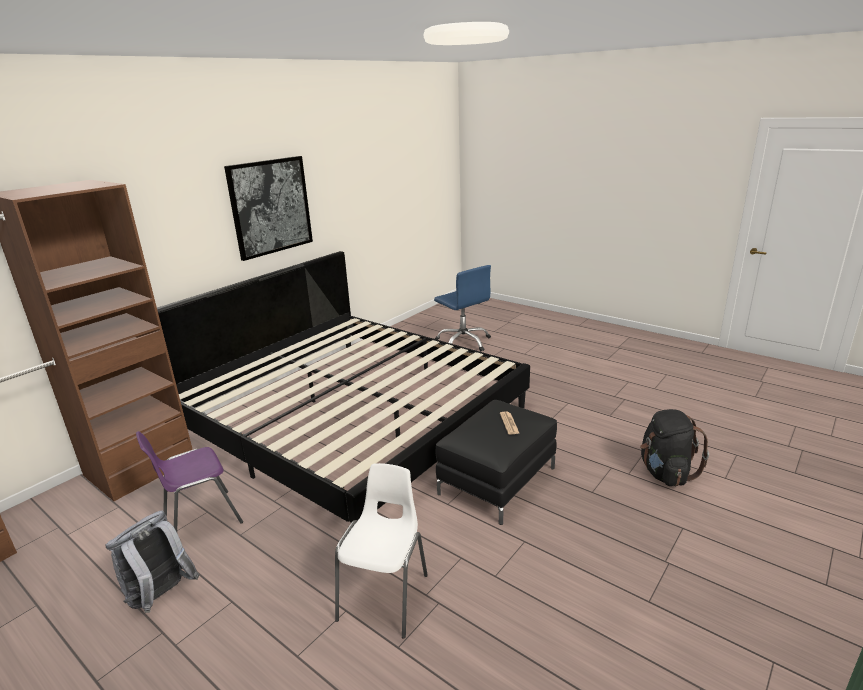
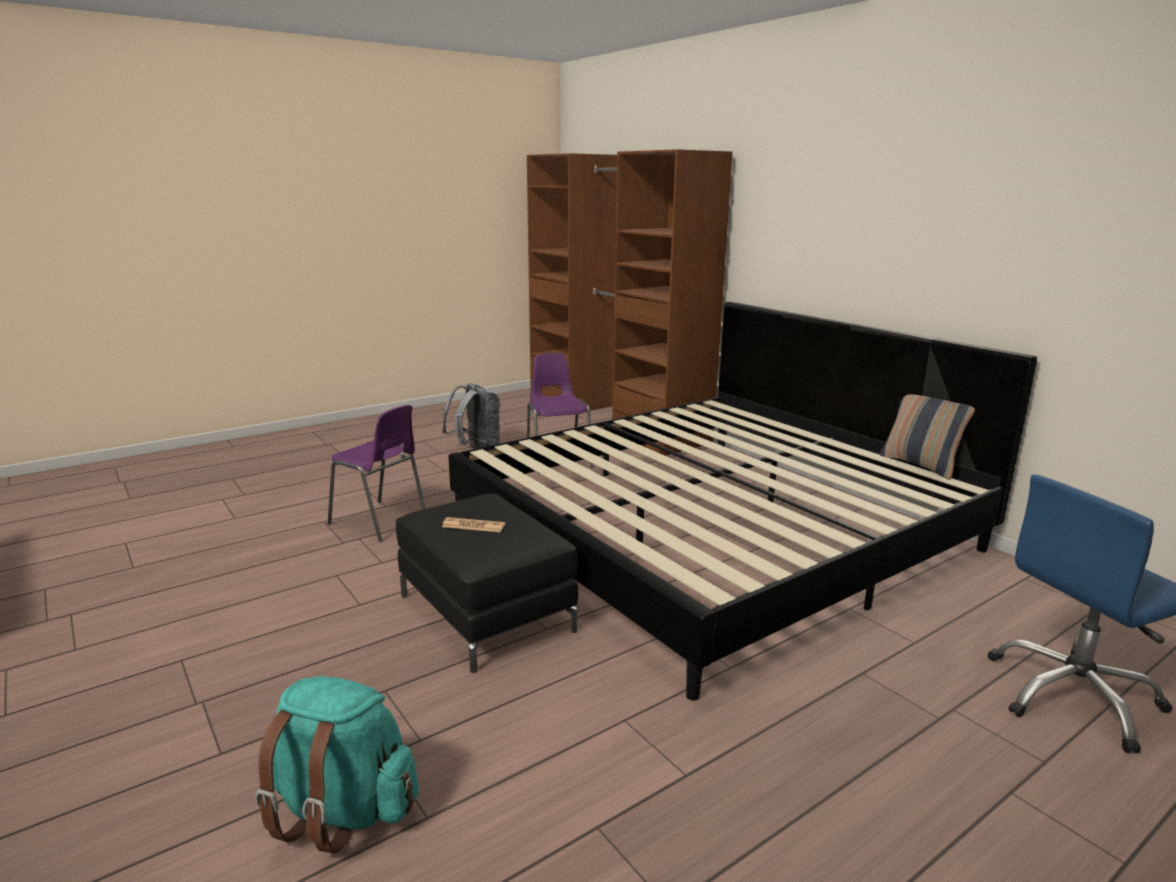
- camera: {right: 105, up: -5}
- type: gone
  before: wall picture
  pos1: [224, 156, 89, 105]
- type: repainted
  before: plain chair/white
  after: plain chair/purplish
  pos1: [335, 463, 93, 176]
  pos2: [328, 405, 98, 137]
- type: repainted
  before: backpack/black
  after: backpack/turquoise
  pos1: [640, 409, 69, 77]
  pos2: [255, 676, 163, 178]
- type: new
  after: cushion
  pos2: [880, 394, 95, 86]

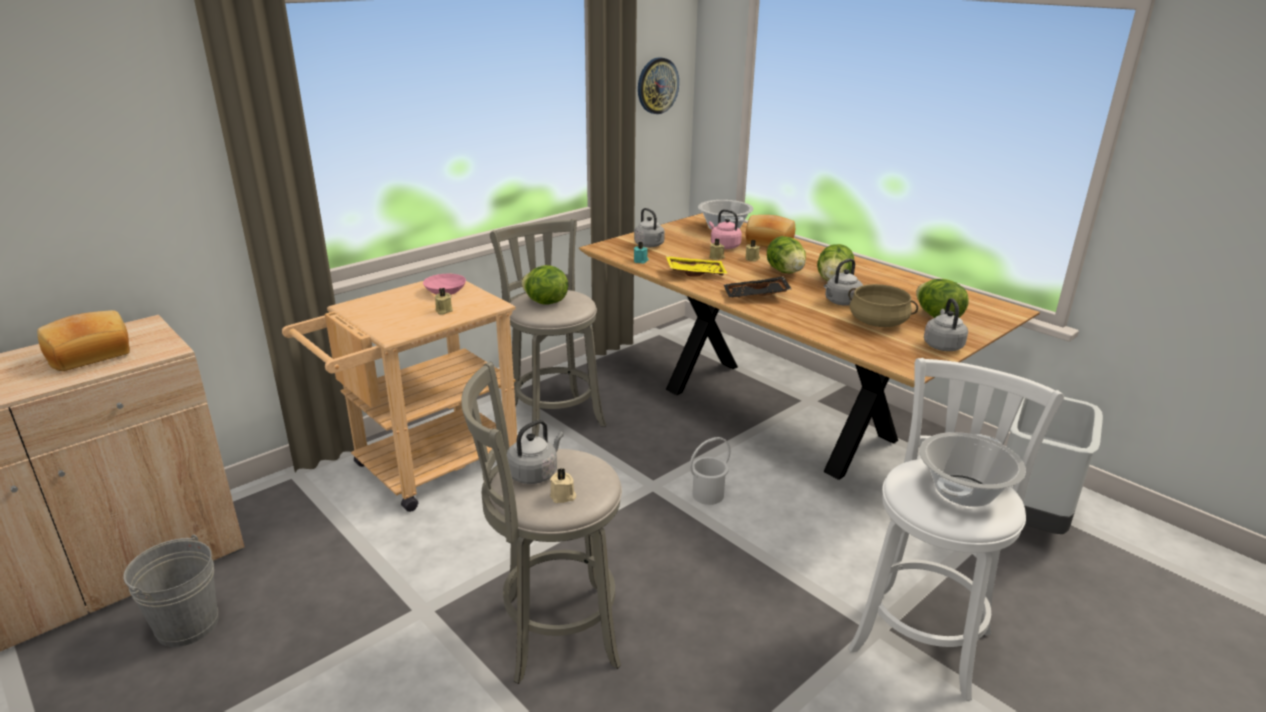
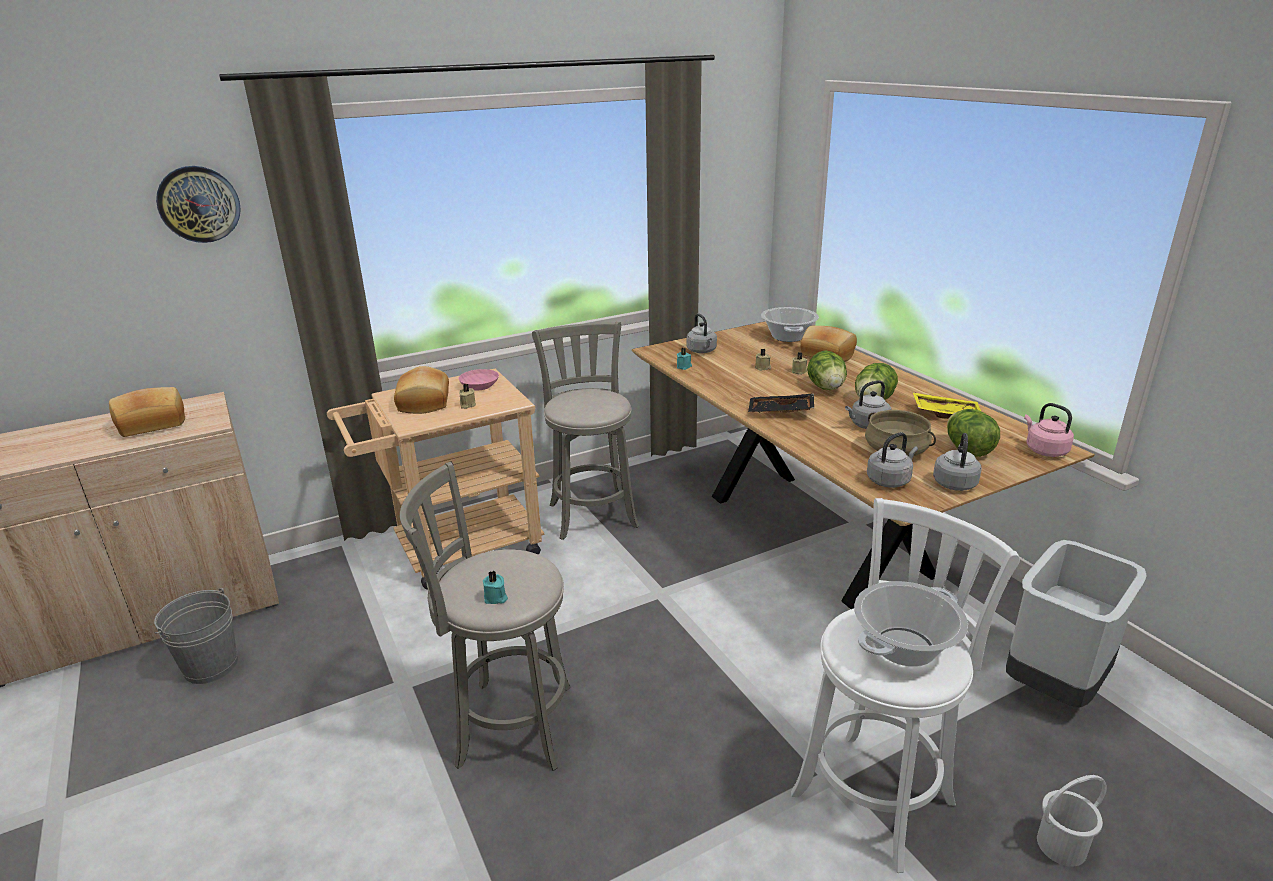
- camera: {right: 15, up: 0}
- type: shifted
  before: kettle/grey
  pos1: [507, 420, 57, 64]
  pos2: [867, 432, 51, 56]
- type: gone
  before: lettuce head
  pos1: [521, 265, 47, 40]
- type: repainted
  before: wax light/beige
  after: wax light/turquoise
  pos1: [550, 468, 26, 35]
  pos2: [483, 571, 25, 33]
- type: shifted
  before: wall clock
  pos1: [638, 57, 41, 57]
  pos2: [156, 166, 85, 77]
- type: shifted
  before: tray/yellow-coloured
  pos1: [666, 256, 62, 21]
  pos2: [913, 392, 69, 27]
- type: shifted
  before: pail/white
  pos1: [690, 437, 41, 68]
  pos2: [1037, 775, 70, 91]
- type: shifted
  before: kettle/pink-coloured
  pos1: [709, 209, 33, 40]
  pos2: [1024, 403, 50, 54]
- type: new
  after: bakery bread
  pos2: [394, 366, 55, 48]

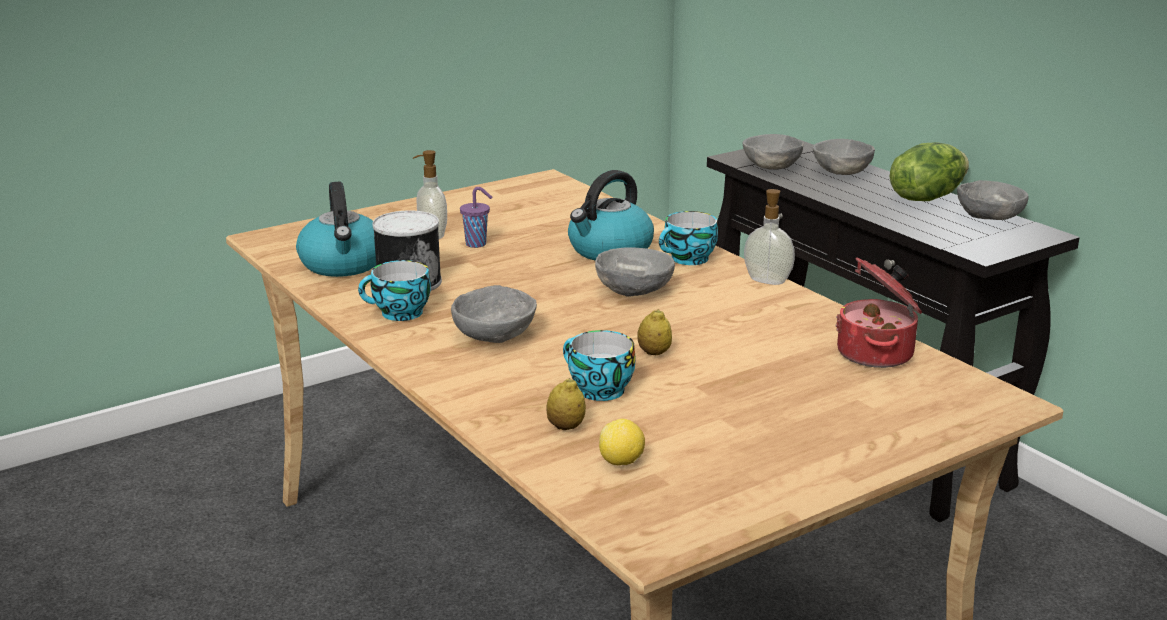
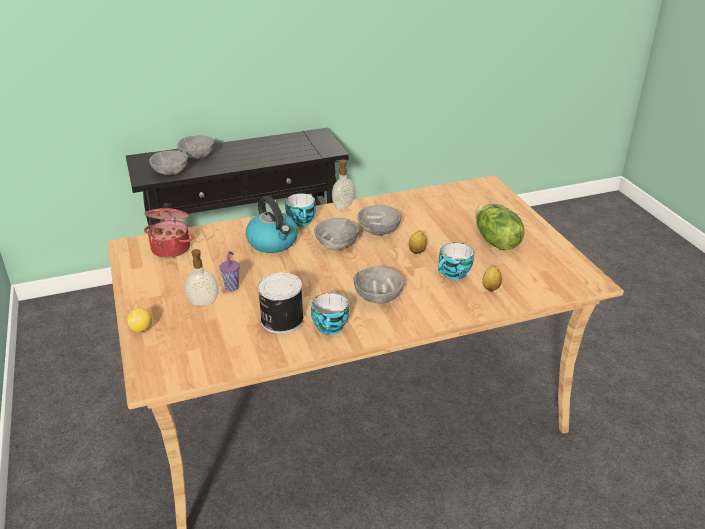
- camera: {right: -75, up: 10}
- type: gone
  before: kettle
  pos1: [296, 181, 80, 96]
- type: shifted
  before: lemon
  pos1: [599, 419, 46, 46]
  pos2: [127, 308, 25, 24]
- type: shifted
  before: stockpot
  pos1: [835, 257, 87, 111]
  pos2: [144, 203, 50, 55]
- type: shifted
  before: lettuce head
  pos1: [890, 142, 79, 59]
  pos2: [475, 204, 49, 46]
- type: shifted
  before: deep dish/grey
  pos1: [957, 180, 72, 40]
  pos2: [357, 205, 44, 31]

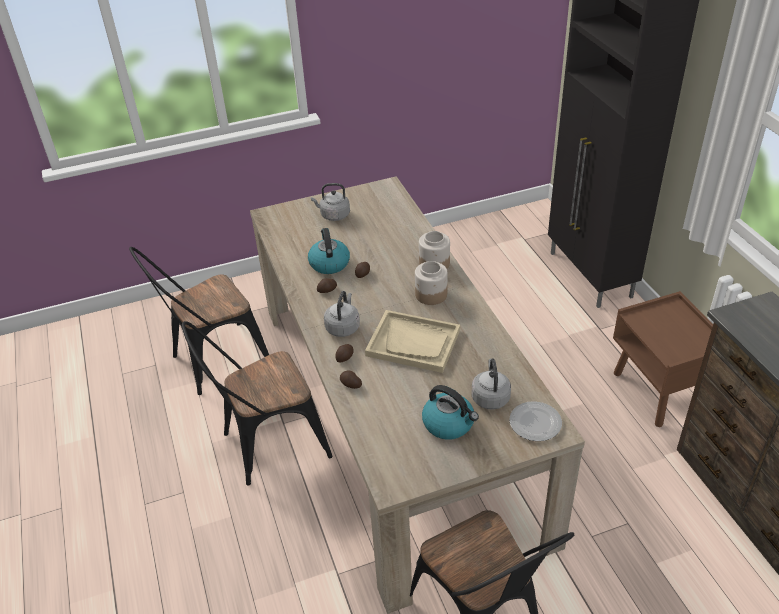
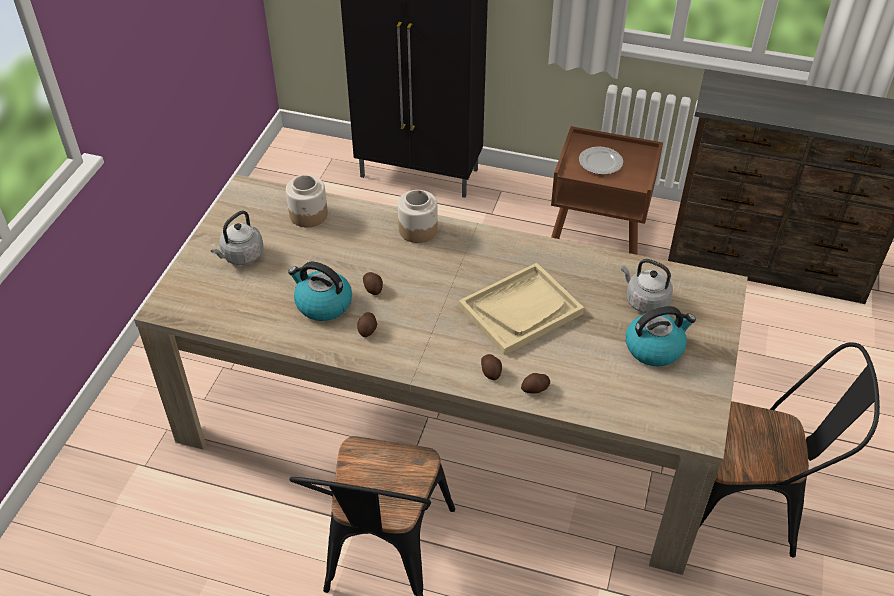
- camera: {right: -55, up: 5}
- type: gone
  before: plain chair/black
  pos1: [129, 247, 140, 148]
- type: gone
  before: kettle/grey
  pos1: [324, 291, 36, 46]
- type: shifted
  before: storage jar
  pos1: [415, 261, 33, 44]
  pos2: [286, 175, 42, 53]
- type: shifted
  before: dinner plate
  pos1: [509, 401, 53, 40]
  pos2: [579, 146, 44, 29]

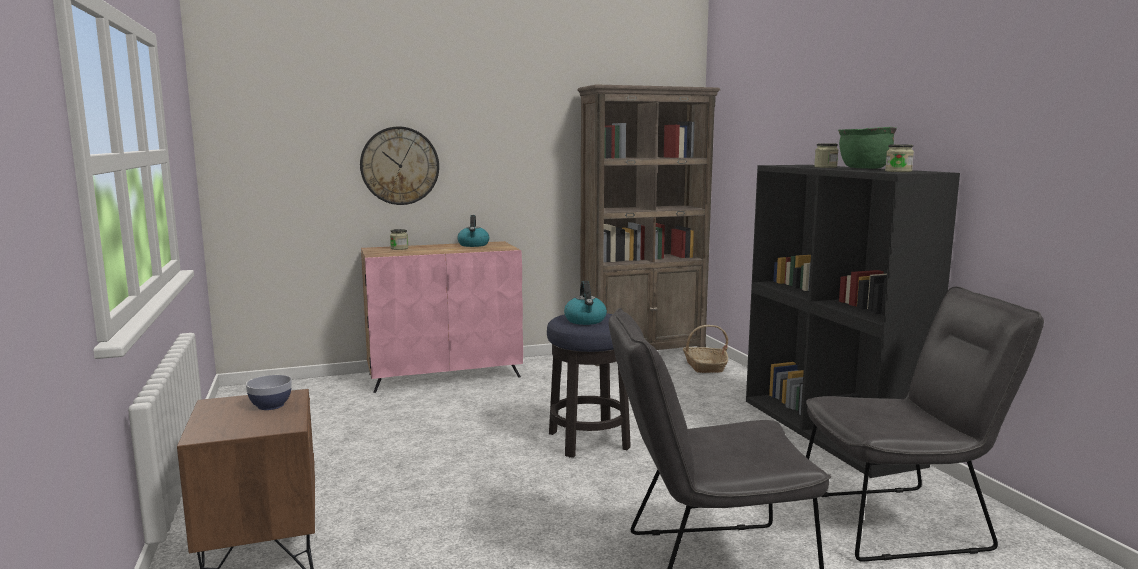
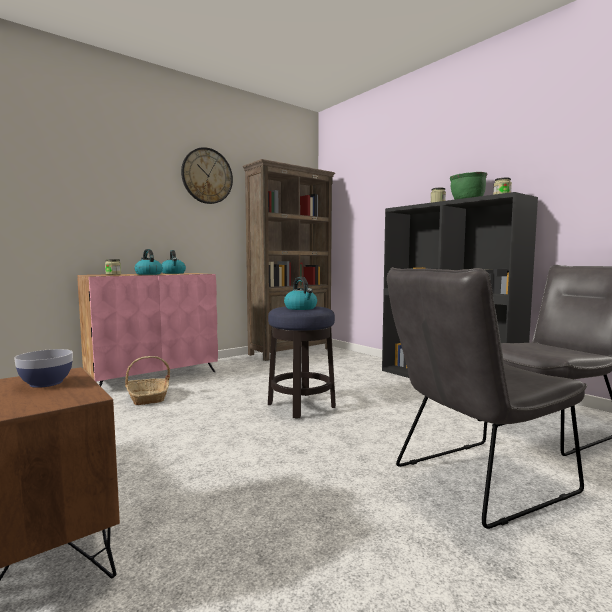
- camera: {right: -20, up: -5}
- type: shifted
  before: wall clock
  pos1: [360, 126, 79, 79]
  pos2: [181, 147, 52, 57]
- type: shifted
  before: household basket
  pos1: [683, 325, 45, 48]
  pos2: [125, 356, 45, 49]
- type: new
  after: kettle
  pos2: [134, 249, 29, 26]

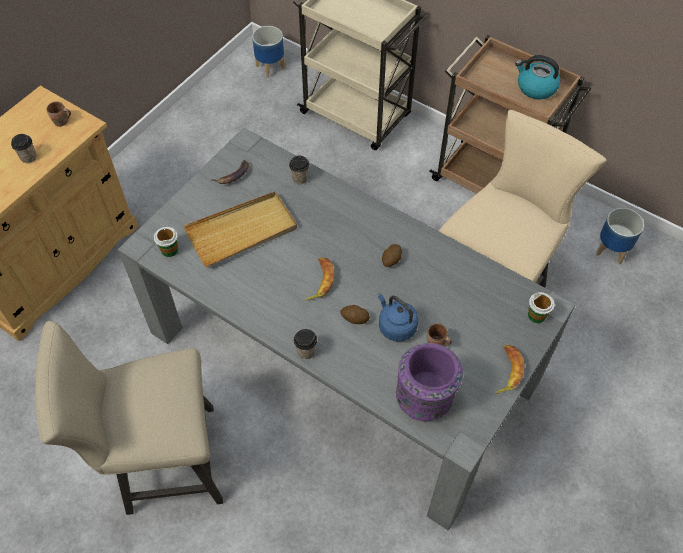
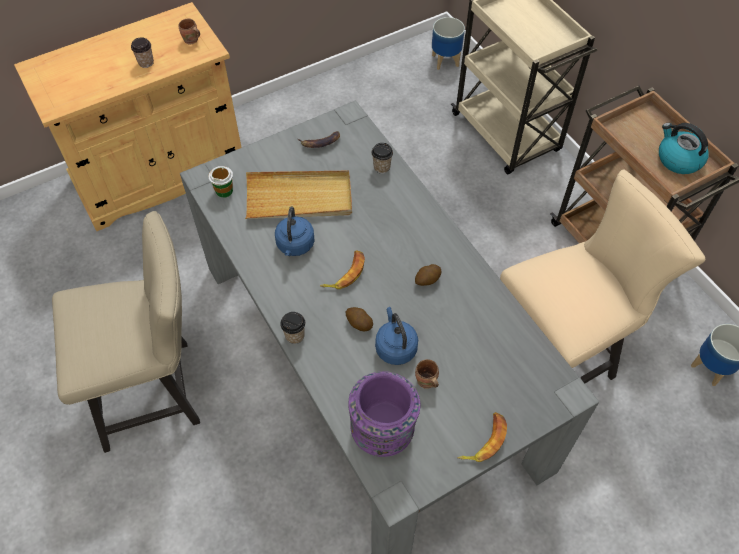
- camera: {right: 25, up: 0}
- type: rotated
  before: plain chair/beige
  pos1: [35, 321, 188, 194]
  pos2: [52, 211, 148, 242]
  turn: 150
- type: gone
  before: cup
  pos1: [528, 292, 27, 31]
- type: new
  after: kettle/blue
  pos2: [275, 207, 40, 49]

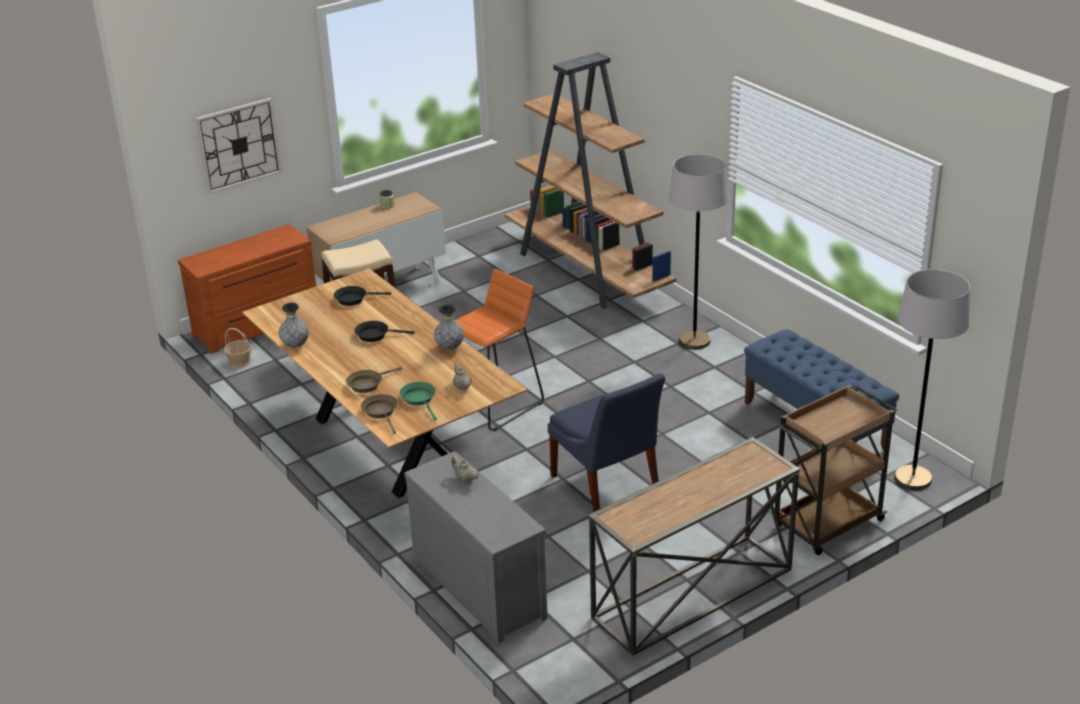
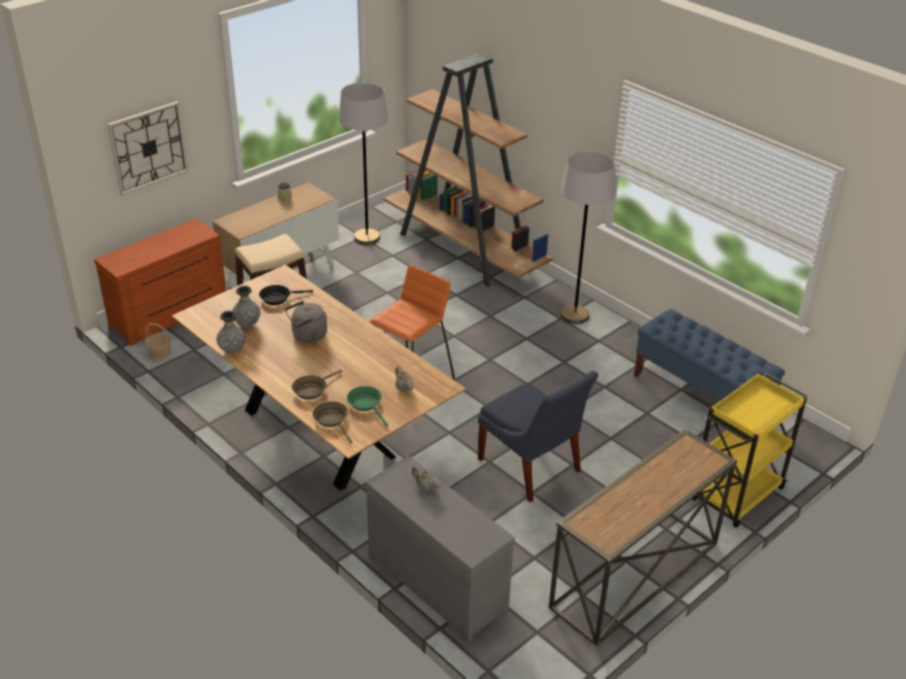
- camera: {right: -10, up: 5}
- type: swapped
  before: skillet/black
  after: kettle/grey
  pos1: [354, 321, 60, 21]
  pos2: [285, 301, 42, 42]
- type: shifted
  before: decorative vase/grey
  pos1: [434, 304, 30, 46]
  pos2: [232, 286, 29, 41]
- type: repainted
  before: cart/brown
  after: cart/yellow-coloured
  pos1: [775, 385, 122, 170]
  pos2: [692, 372, 115, 156]
- type: shifted
  before: floor lamp/grey
  pos1: [894, 269, 76, 221]
  pos2: [339, 83, 49, 161]

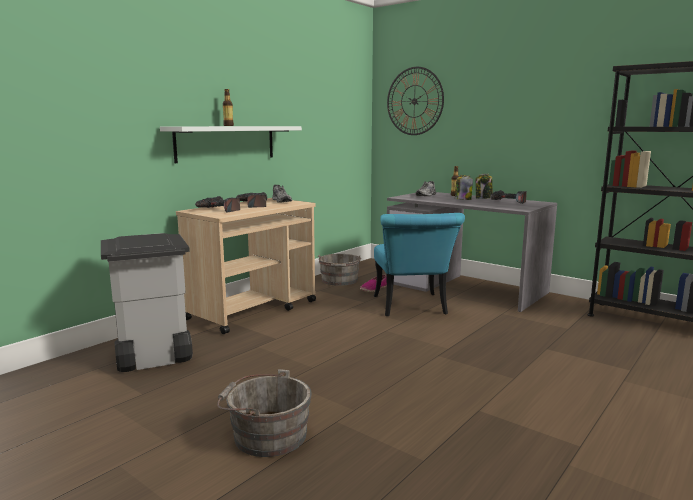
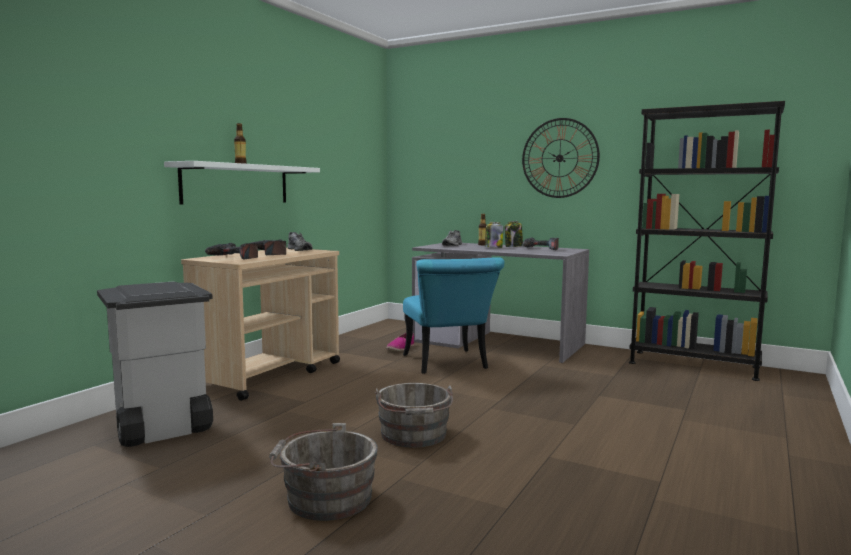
- camera: {right: -10, up: -5}
- type: shifted
  before: pail/grey
  pos1: [318, 254, 43, 32]
  pos2: [375, 383, 78, 65]
- type: shifted
  before: wall clock
  pos1: [387, 67, 57, 68]
  pos2: [522, 118, 78, 80]

